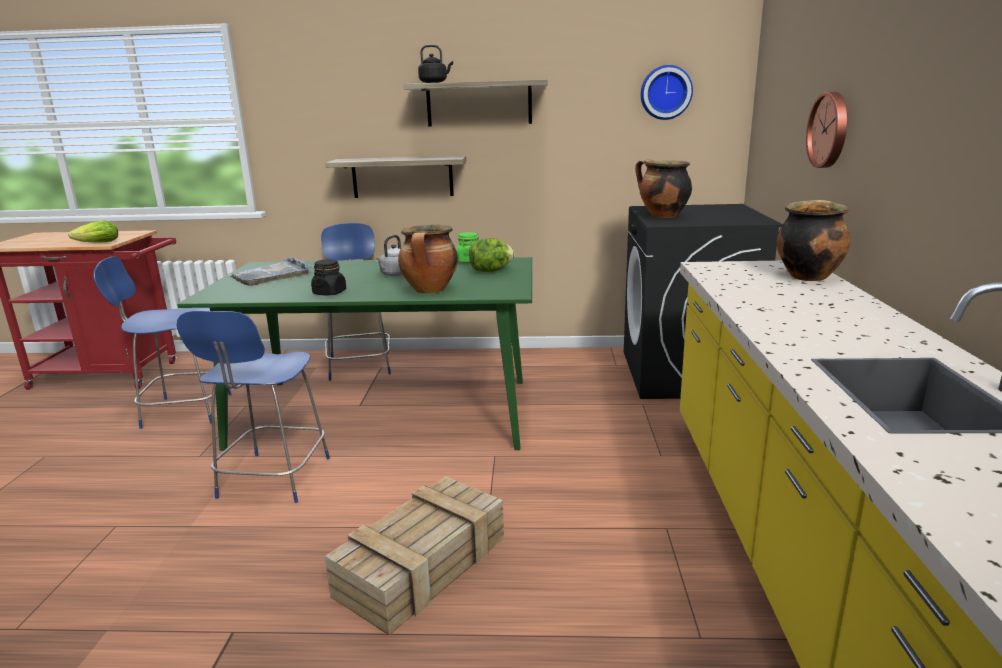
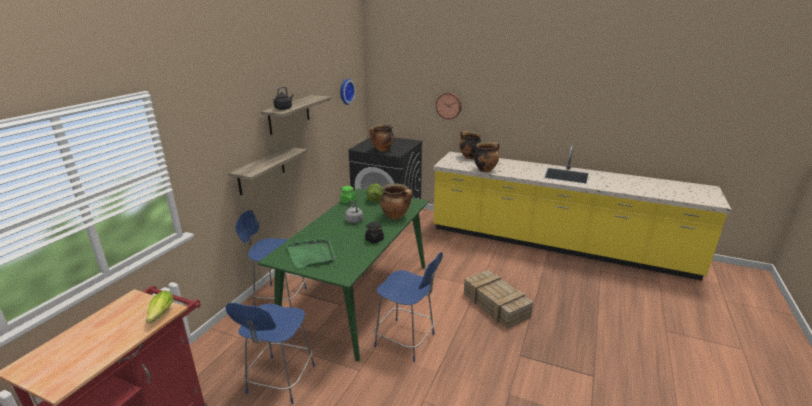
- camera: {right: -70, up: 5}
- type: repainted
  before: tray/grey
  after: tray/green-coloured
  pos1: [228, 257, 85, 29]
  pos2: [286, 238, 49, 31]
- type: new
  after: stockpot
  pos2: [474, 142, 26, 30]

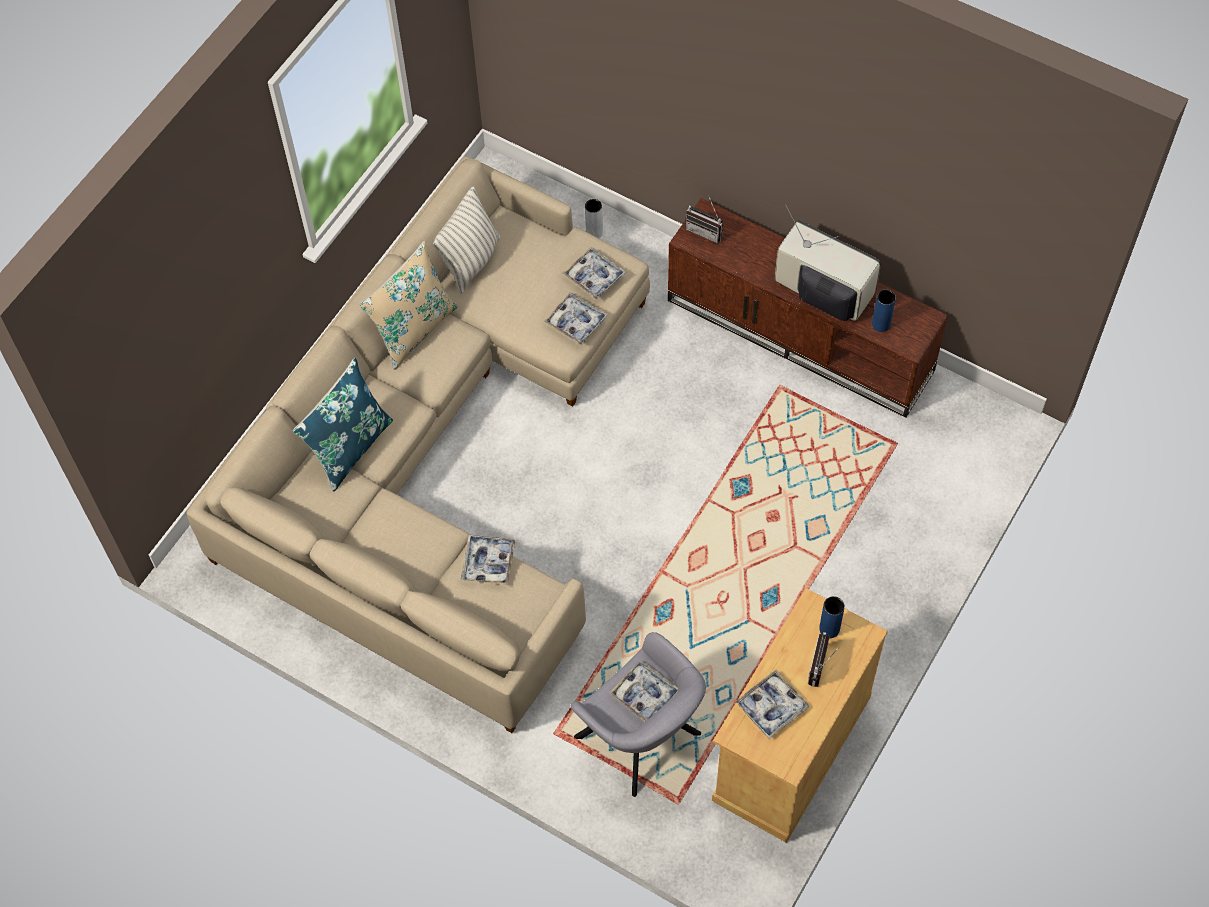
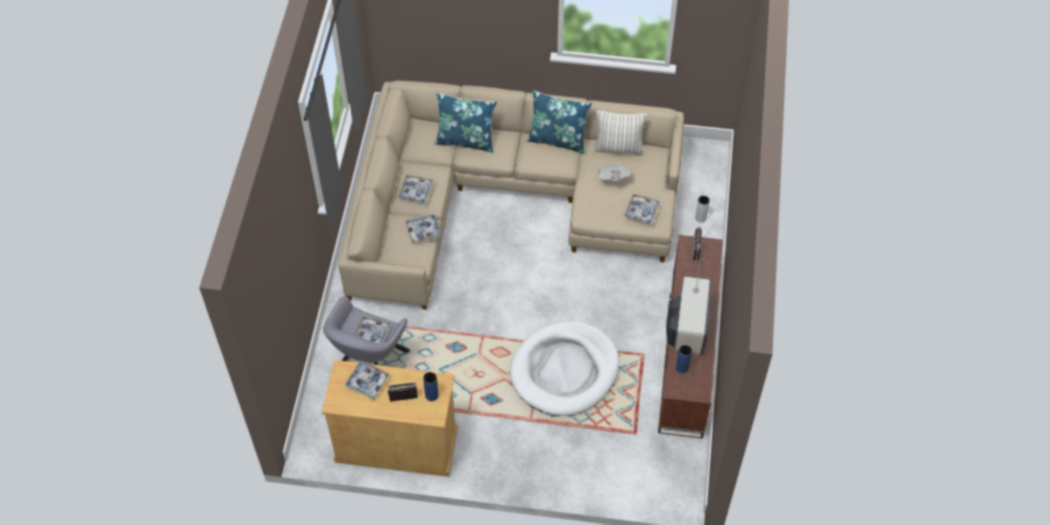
- camera: {right: 65, up: -5}
- type: repainted
  before: cushion/beige
  after: cushion/blue
  pos1: [359, 241, 98, 129]
  pos2: [526, 90, 66, 64]
- type: shifted
  before: tray
  pos1: [544, 293, 64, 52]
  pos2: [398, 174, 36, 30]
- type: new
  after: dog bed/white
  pos2: [510, 321, 109, 95]
- type: new
  after: newspaper
  pos2: [597, 163, 35, 18]

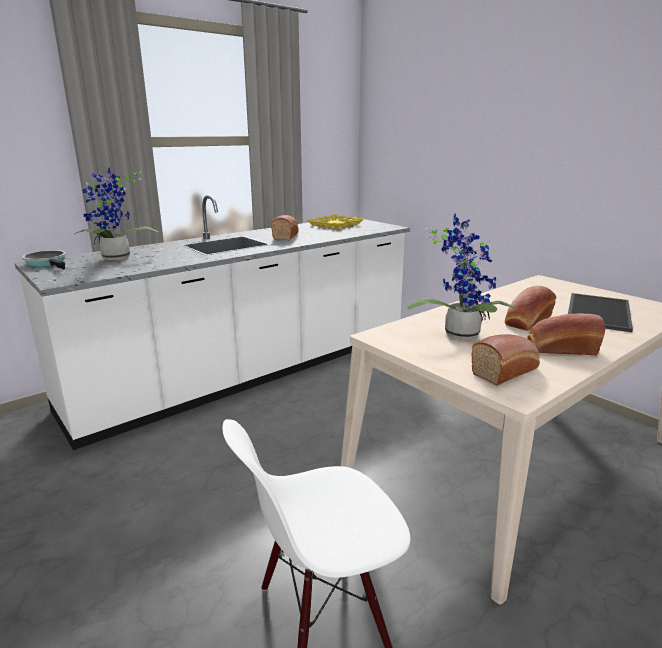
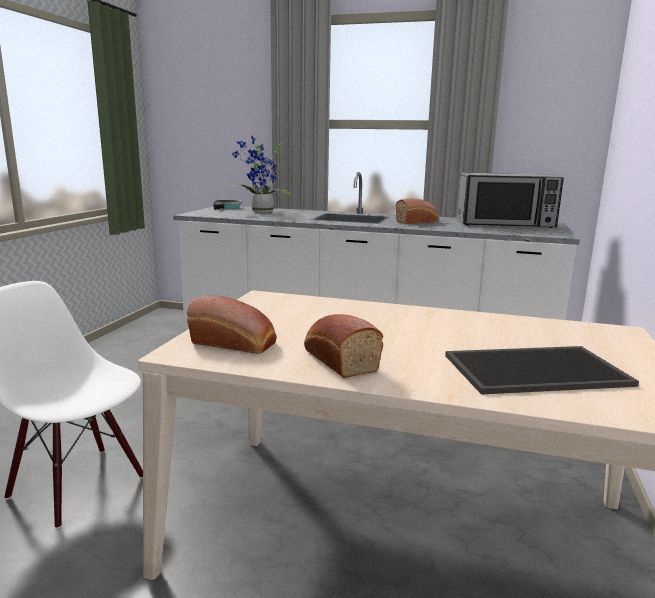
- camera: {right: 55, up: -5}
- type: swapped
  before: tray/yellow-coloured
  after: microwave
  pos1: [307, 214, 56, 15]
  pos2: [457, 173, 107, 55]
- type: gone
  before: plant in a pot
  pos1: [408, 213, 108, 127]
- type: gone
  before: bakery bread
  pos1: [505, 286, 51, 45]

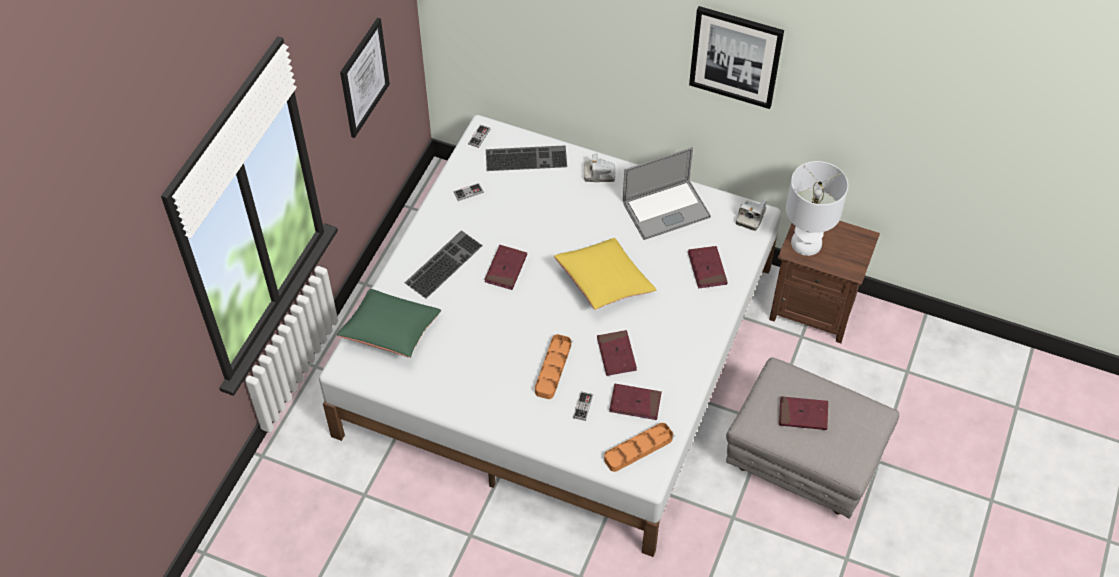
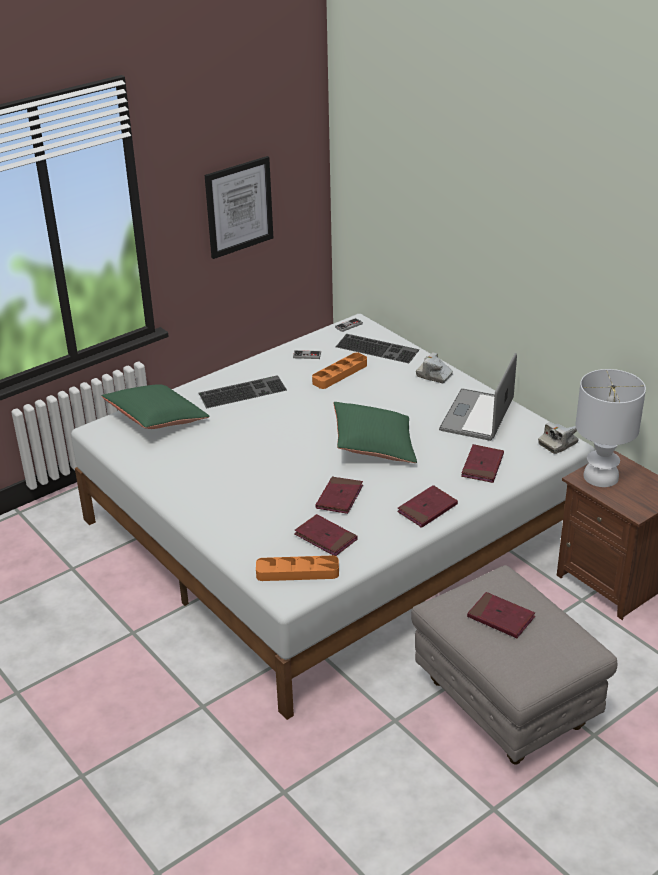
- camera: {right: 30, up: -20}
- type: shifted
  before: volume/red
  pos1: [484, 245, 43, 45]
  pos2: [397, 485, 61, 43]
- type: shifted
  before: tray/orangey
  pos1: [535, 334, 36, 65]
  pos2: [312, 353, 55, 36]
- type: repainted
  before: cushion/yellow-coloured
  after: cushion/green-coloured
  pos1: [554, 238, 102, 72]
  pos2: [333, 402, 84, 61]
- type: gone
  before: game controller
  pos1: [573, 391, 20, 30]
- type: rotated
  before: notebook computer
  pos1: [623, 147, 88, 93]
  pos2: [439, 353, 78, 88]
  turn: 105
- type: gone
  before: wall picture
  pos1: [689, 6, 95, 103]

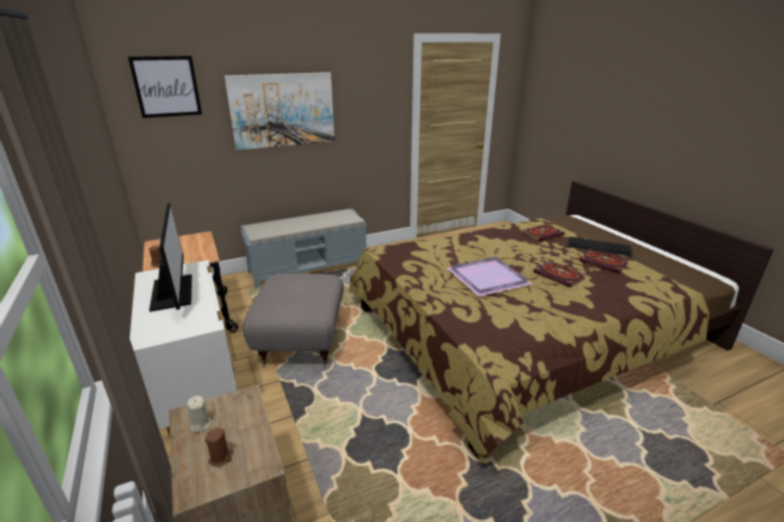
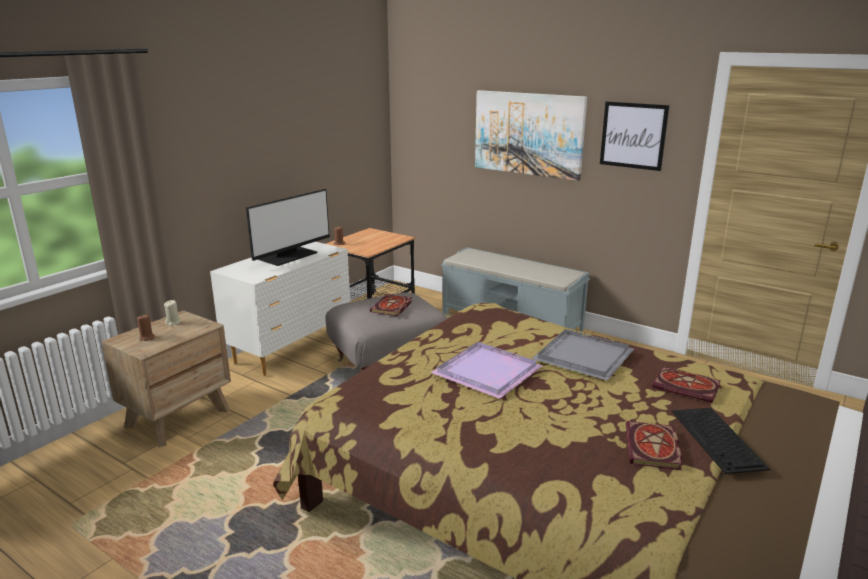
- camera: {right: 60, up: -5}
- type: shifted
  before: wall picture
  pos1: [128, 56, 74, 62]
  pos2: [600, 101, 69, 70]
- type: shifted
  before: volume
  pos1: [533, 261, 53, 26]
  pos2: [370, 294, 42, 22]
- type: new
  after: tray/grey
  pos2: [532, 329, 102, 52]

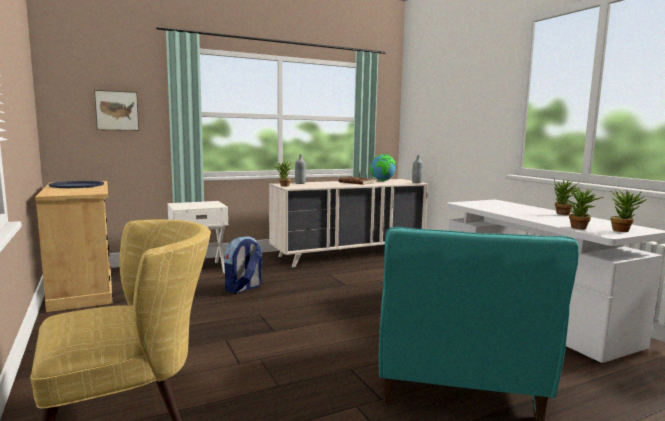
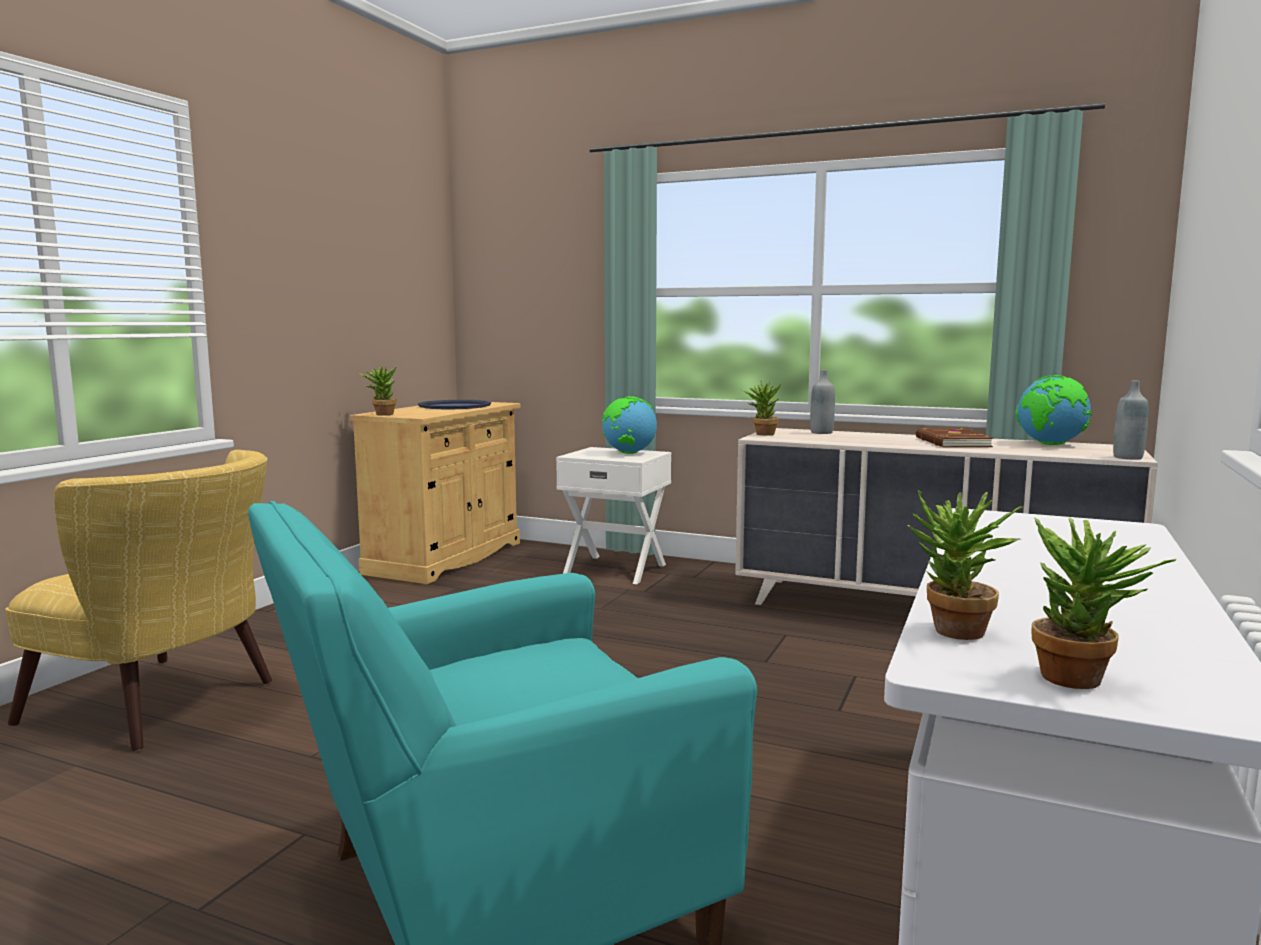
- camera: {right: 50, up: 0}
- type: gone
  before: wall picture
  pos1: [94, 90, 45, 41]
- type: gone
  before: backpack
  pos1: [224, 237, 38, 56]
- type: shifted
  before: plant in a pot
  pos1: [554, 179, 26, 36]
  pos2: [358, 365, 39, 51]
- type: new
  after: desk globe
  pos2: [602, 396, 55, 58]

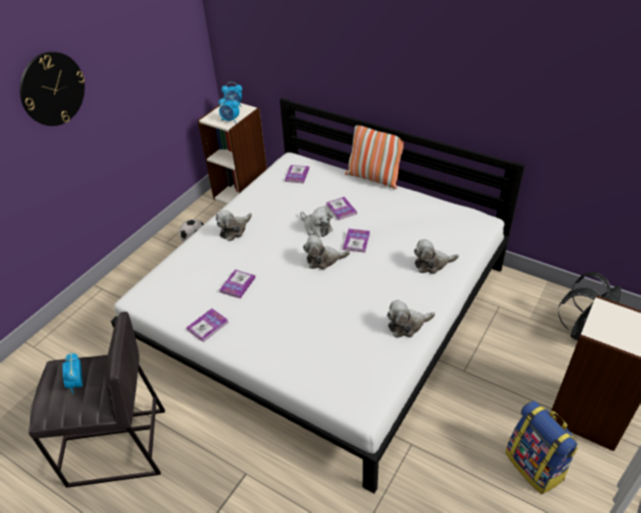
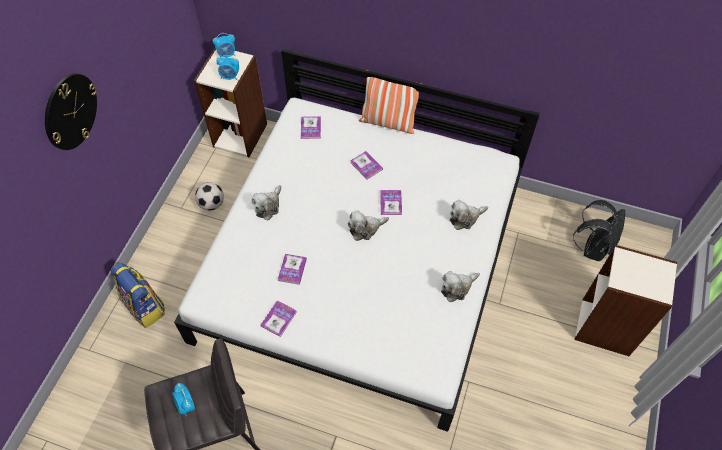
- camera: {right: -15, up: 15}
- type: gone
  before: soft toy
  pos1: [300, 206, 33, 31]
- type: shifted
  before: backpack
  pos1: [505, 401, 73, 93]
  pos2: [111, 263, 54, 65]

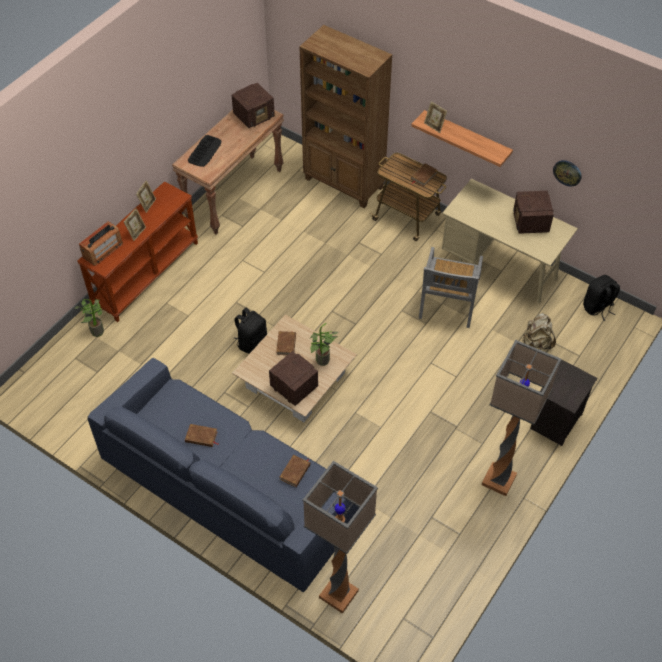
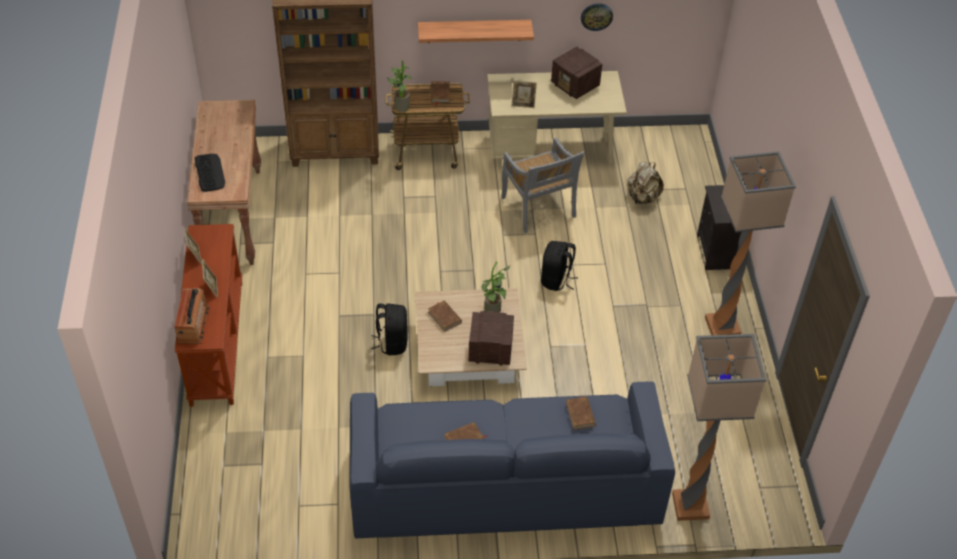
- camera: {right: -40, up: -5}
- type: shifted
  before: plant in a pot
  pos1: [74, 299, 30, 38]
  pos2: [387, 60, 24, 52]
- type: gone
  before: radio set
  pos1: [231, 83, 44, 45]
- type: shifted
  before: photo frame
  pos1: [424, 101, 23, 32]
  pos2: [512, 80, 25, 28]
- type: shifted
  before: backpack/black
  pos1: [583, 275, 37, 46]
  pos2: [541, 241, 37, 50]

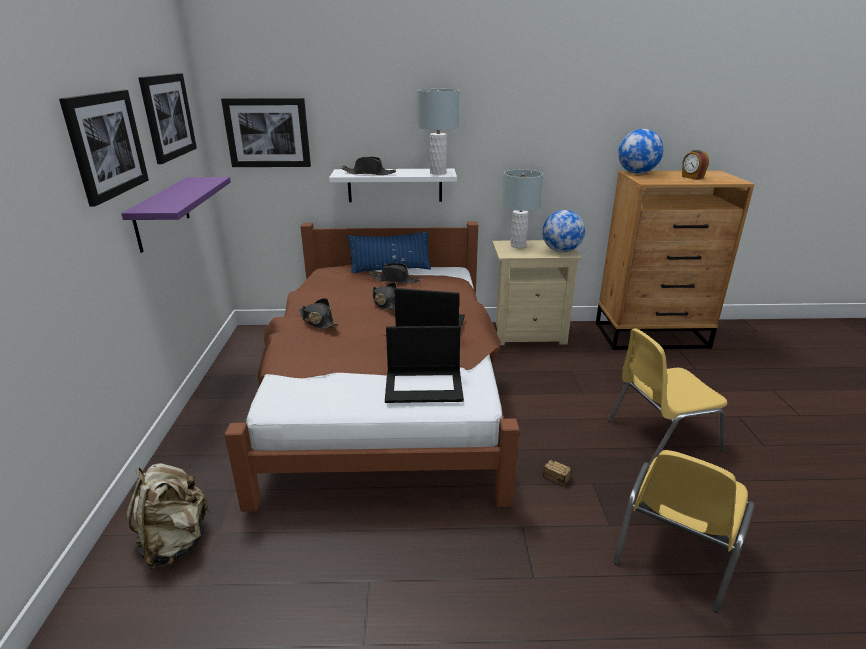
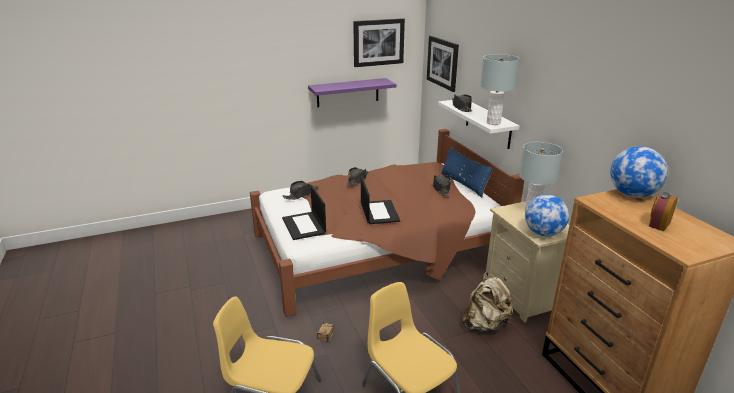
- camera: {right: 70, up: 0}
- type: gone
  before: wall picture
  pos1: [59, 90, 90, 117]
- type: shifted
  before: backpack/beige
  pos1: [126, 463, 85, 106]
  pos2: [462, 272, 51, 61]
- type: shifted
  before: hat/black
  pos1: [373, 282, 24, 28]
  pos2: [283, 181, 35, 19]

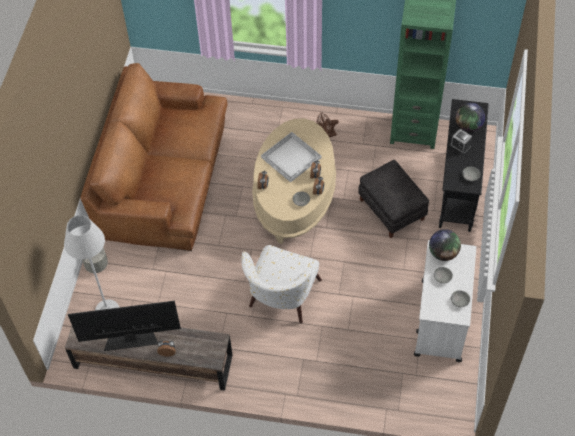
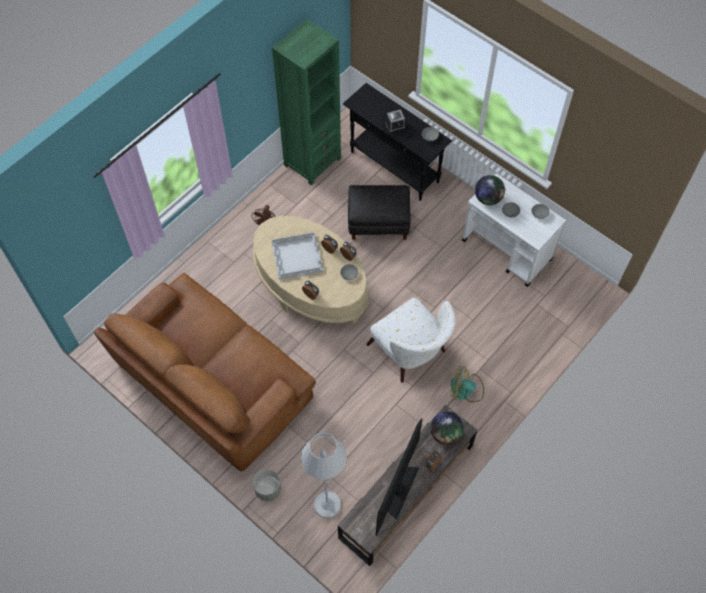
- camera: {right: -60, up: 5}
- type: shifted
  before: desk globe
  pos1: [455, 103, 30, 29]
  pos2: [430, 412, 33, 33]
- type: new
  after: electric fan
  pos2: [450, 366, 34, 36]

